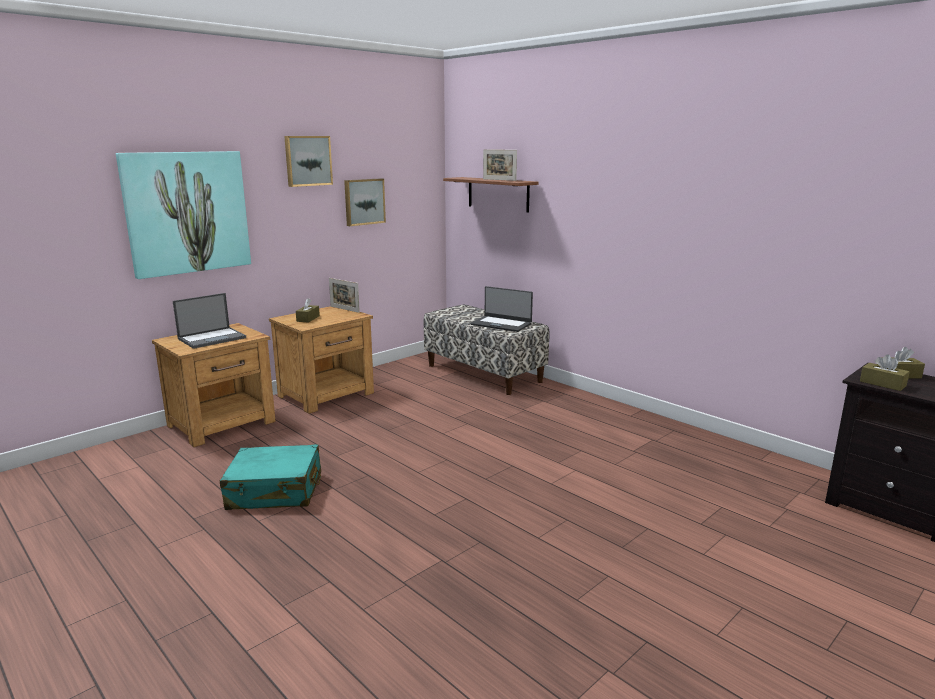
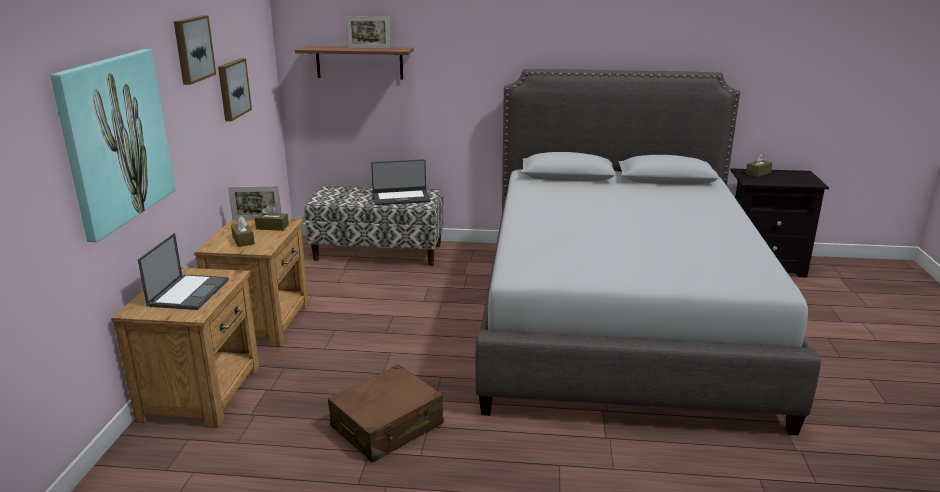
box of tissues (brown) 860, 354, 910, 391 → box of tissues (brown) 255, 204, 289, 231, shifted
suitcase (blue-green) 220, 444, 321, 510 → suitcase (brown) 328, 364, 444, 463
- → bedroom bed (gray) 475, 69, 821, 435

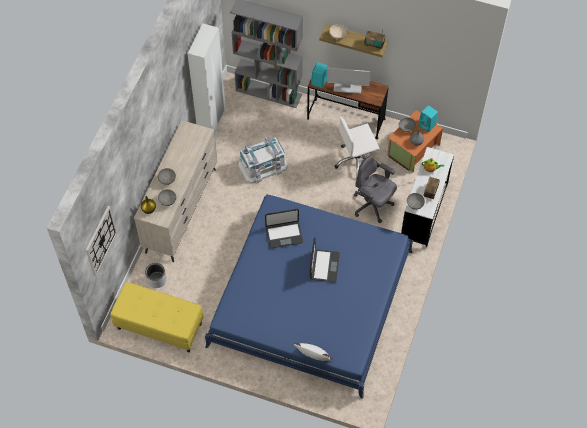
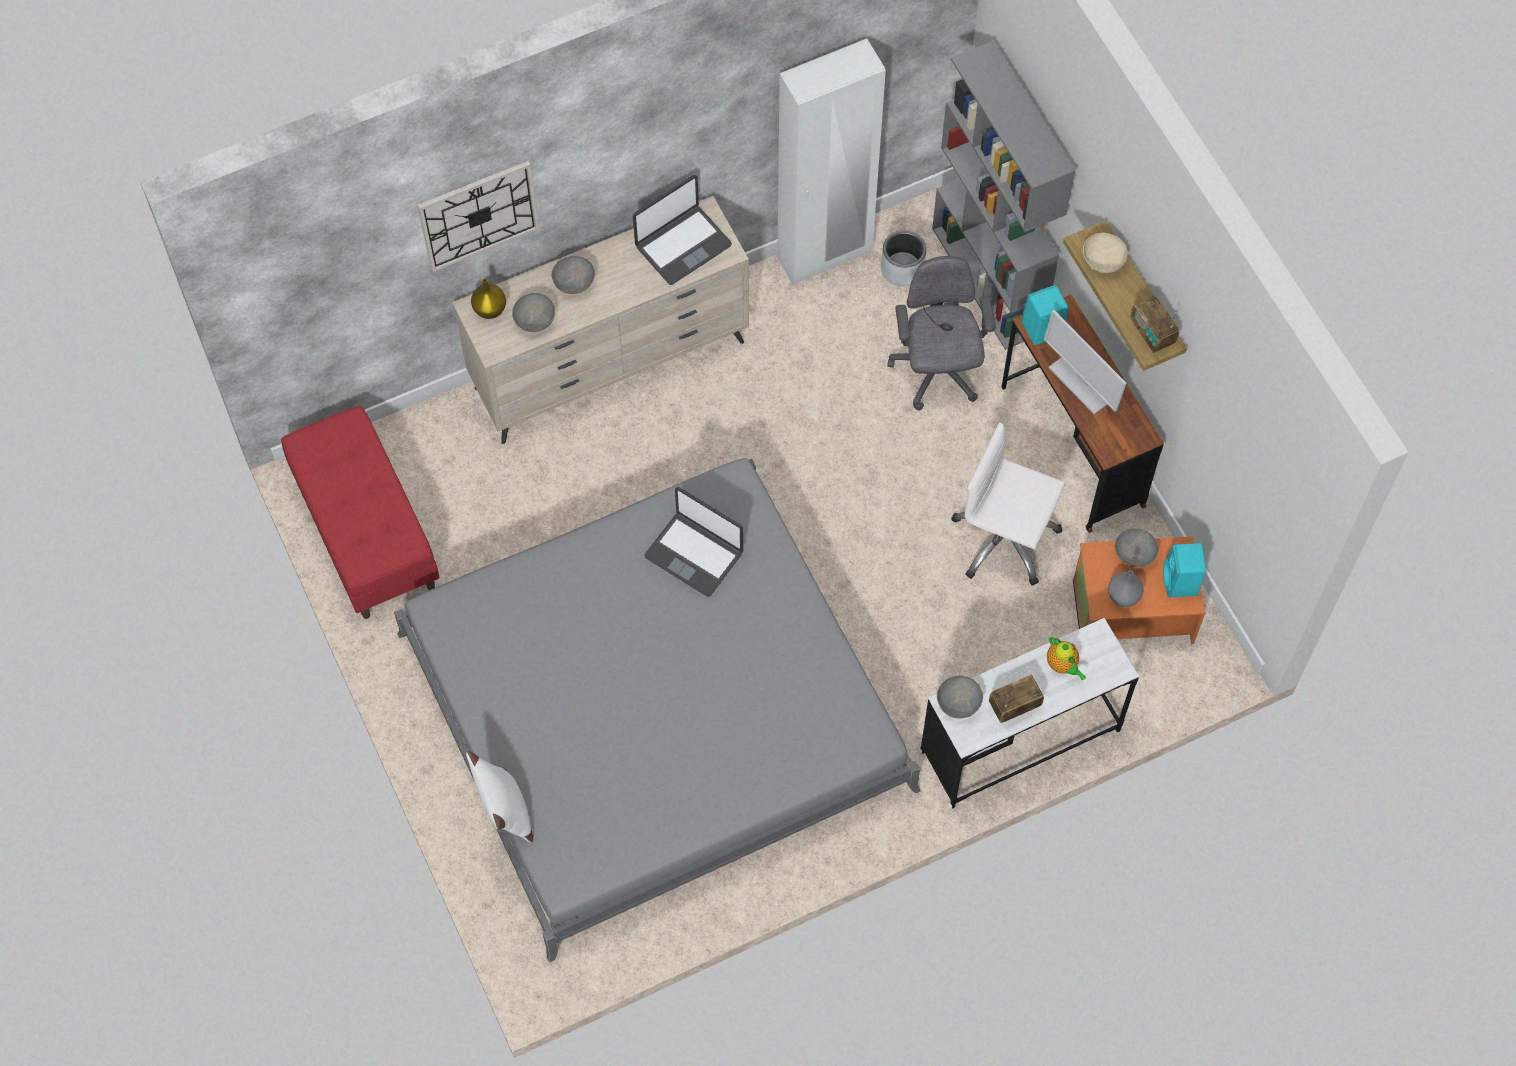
indoor bench (yellow) 110, 282, 204, 353 → indoor bench (reddish) 281, 405, 439, 619
bedroom bed (blue) 205, 195, 413, 399 → bedroom bed (gray) 394, 458, 921, 963
clock on the wall 86, 206, 117, 276 → clock on the wall 417, 161, 539, 272, shifted
laptop 310, 238, 340, 282 → laptop 633, 175, 732, 285, shifted
planter (gray) 145, 263, 167, 288 → planter (gray) 881, 230, 926, 286, shifted
office chair (gray) 354, 155, 397, 223 → office chair (gray) 887, 256, 996, 410, shifted
storage box (white) 238, 137, 288, 184 → -

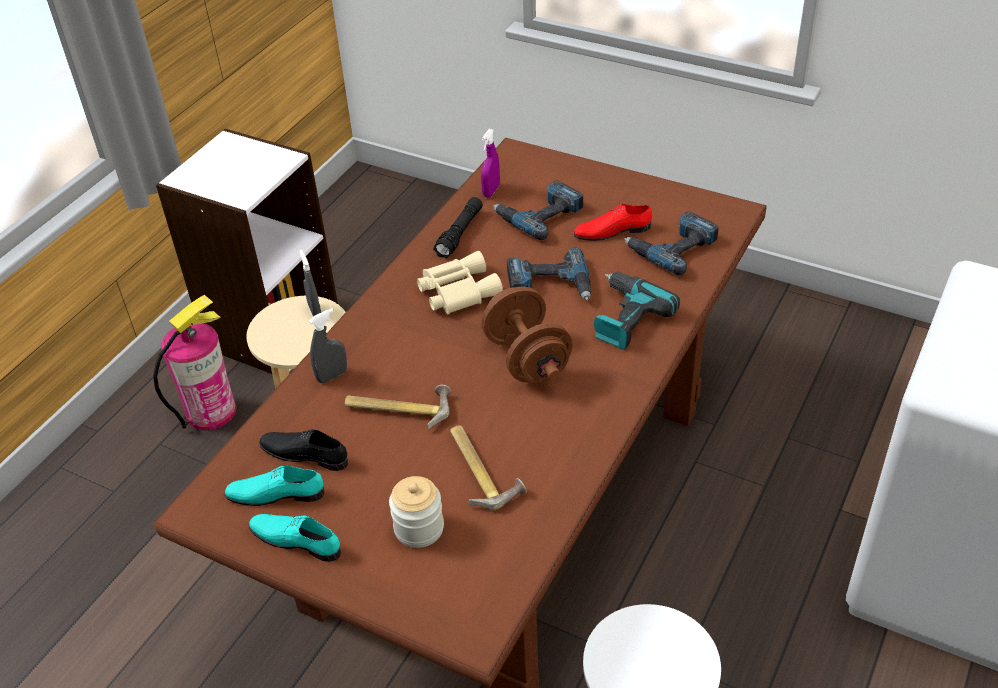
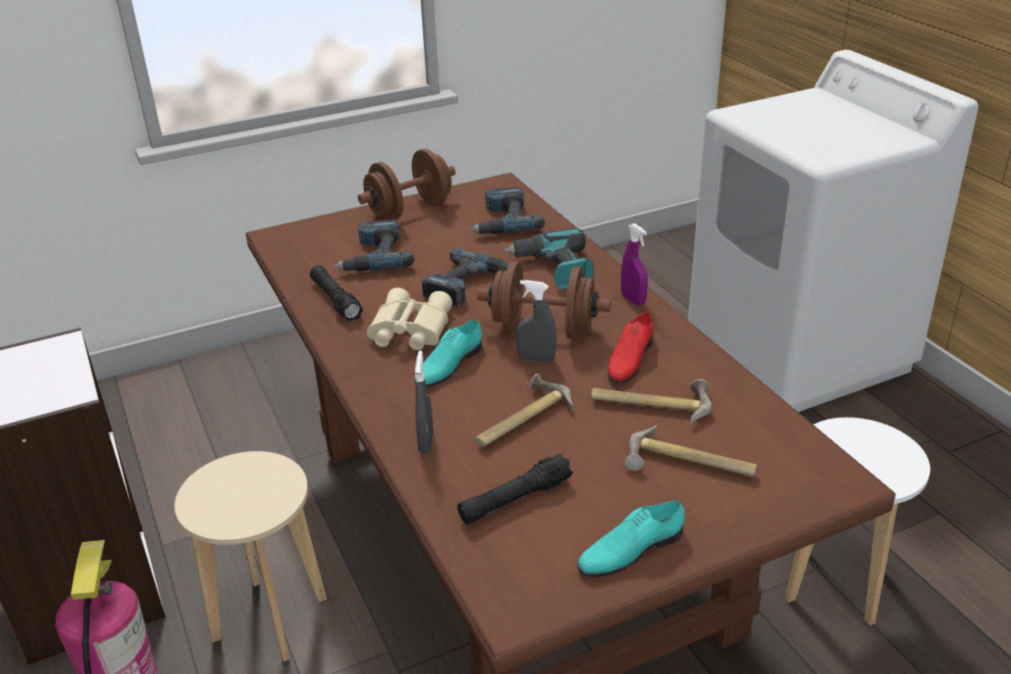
- → hand weight (brown) 358, 149, 456, 220
item of footwear (blue-green) 224, 465, 325, 506 → item of footwear (blue-green) 415, 320, 482, 387, shifted
item of footwear (blackish) 259, 429, 348, 471 → flashlight (blackish) 457, 453, 573, 524
spray bottle (gray) 299, 249, 321, 316 → spray bottle (gray) 516, 280, 556, 363, shifted
item of footwear (reddish) 573, 204, 652, 241 → item of footwear (reddish) 607, 312, 653, 383, shifted
spray bottle (purple-coloured) 481, 129, 500, 197 → spray bottle (purple-coloured) 621, 223, 648, 306, shifted
storage jar 389, 476, 444, 548 → tool hammer 624, 425, 757, 477

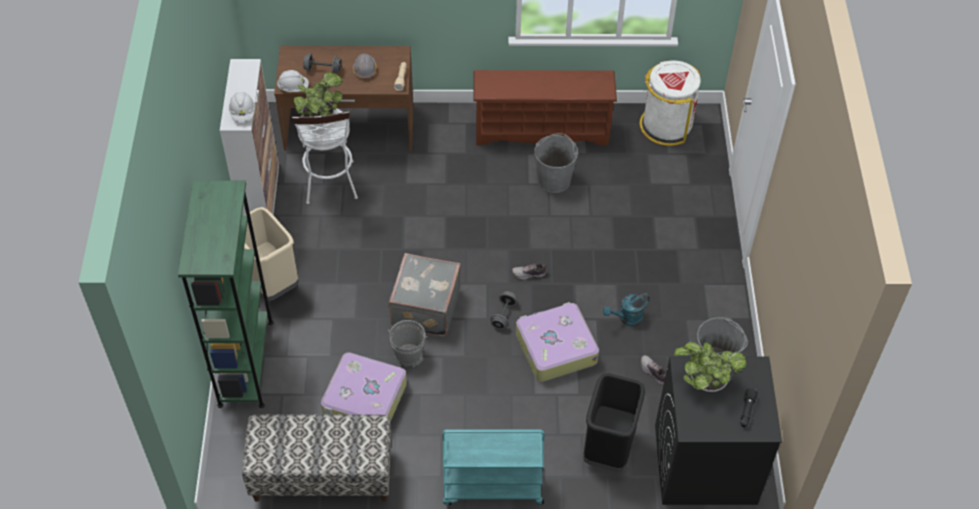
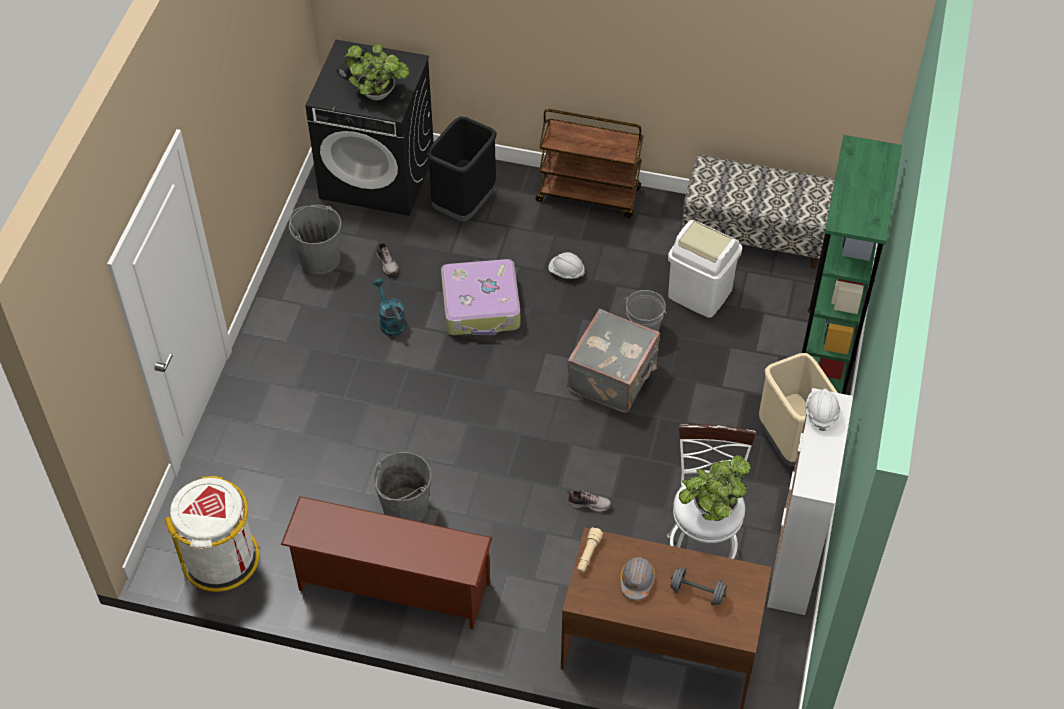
watering pot (blue-green) 603, 293, 650, 326 → watering pot (blue-green) 373, 279, 406, 336, 105 degrees counterclockwise
trolley (blue-green) 443, 430, 544, 505 → trolley (brown) 536, 109, 644, 218
hard hat (white) 277, 70, 309, 92 → hard hat (white) 548, 252, 585, 279, shifted
item of footwear 512, 263, 547, 280 → item of footwear 567, 490, 611, 512, shifted
suitcase 321, 352, 407, 422 → rubbish bin (white) 668, 220, 742, 318
hand weight (gray) 490, 291, 517, 330 → -

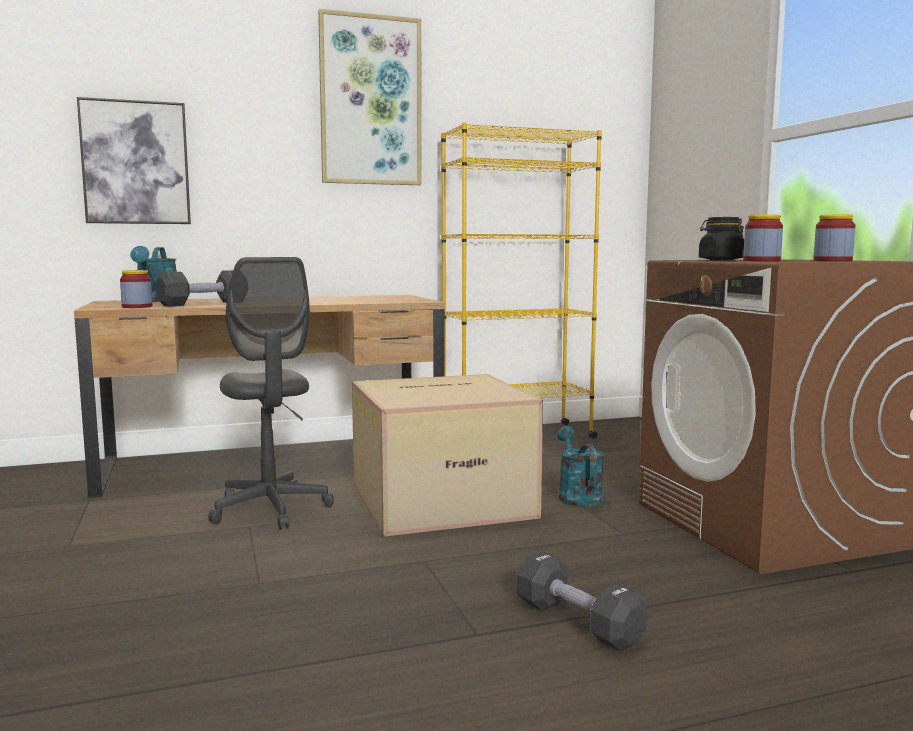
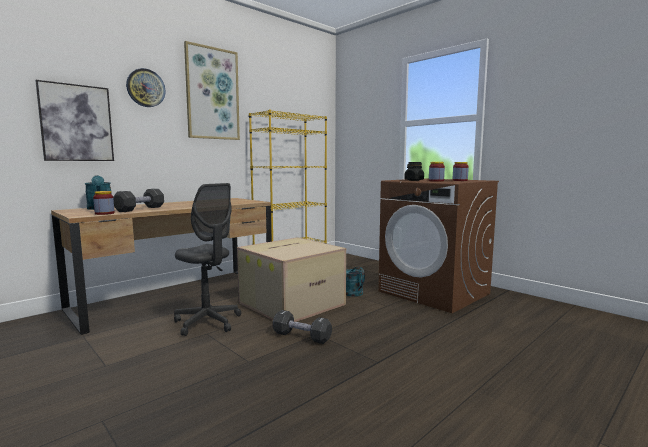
- → clock on the wall 126, 68, 166, 107
hand weight (blackish) 516, 551, 647, 651 → hand weight (blackish) 273, 310, 332, 344, shifted

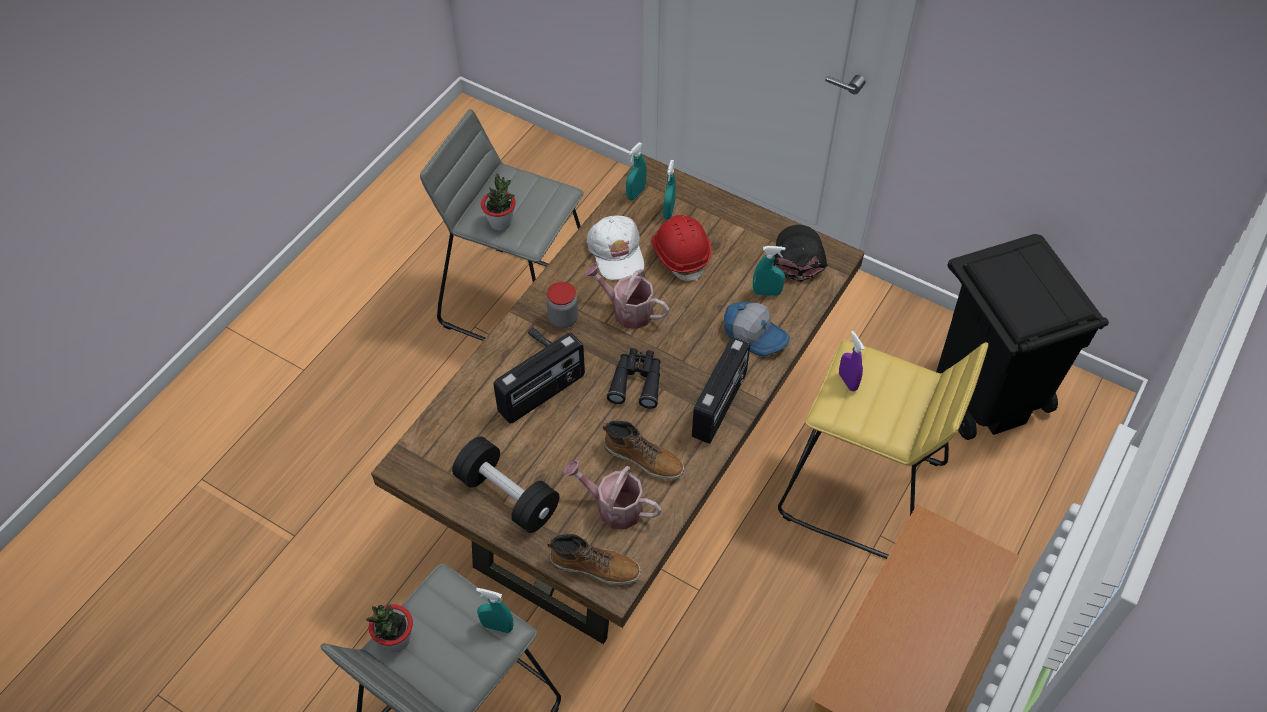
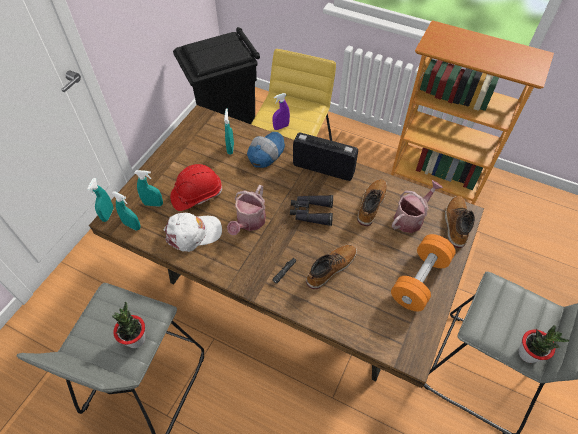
spray bottle (blue-green) 476, 588, 514, 633 → spray bottle (blue-green) 87, 178, 114, 222, shifted
radio 493, 333, 585, 424 → tall boot 306, 244, 357, 289
hand weight (blackish) 452, 436, 559, 533 → hand weight (orangey) 391, 234, 456, 311
watering pot 563, 460, 662, 530 → watering pot 392, 180, 443, 233, 150 degrees counterclockwise
storage jar 547, 282, 578, 328 → -
peaked cap (blackish) 773, 224, 828, 283 → -

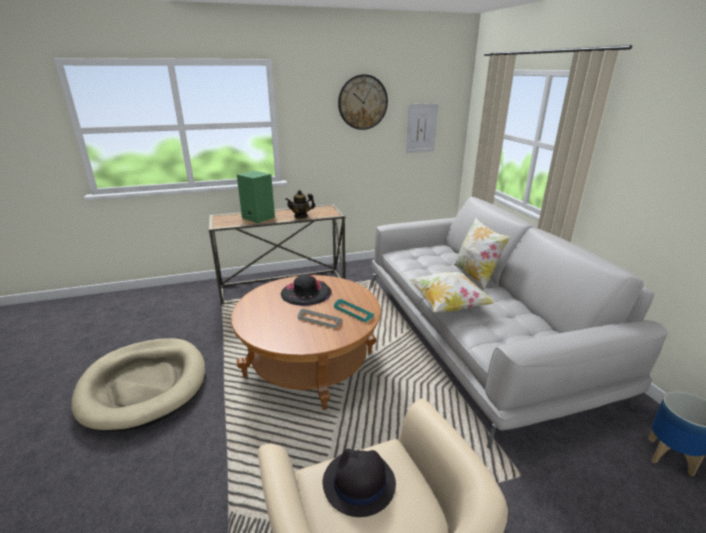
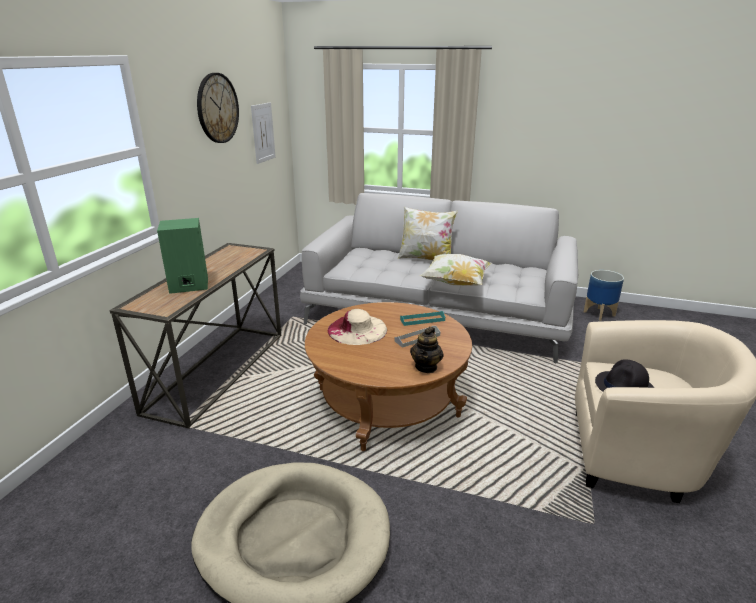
wearable hat (blackish) 281, 274, 332, 306 → wearable hat (beige-coloured) 328, 309, 387, 345
teapot 285, 190, 315, 219 → teapot 410, 327, 444, 373, shifted

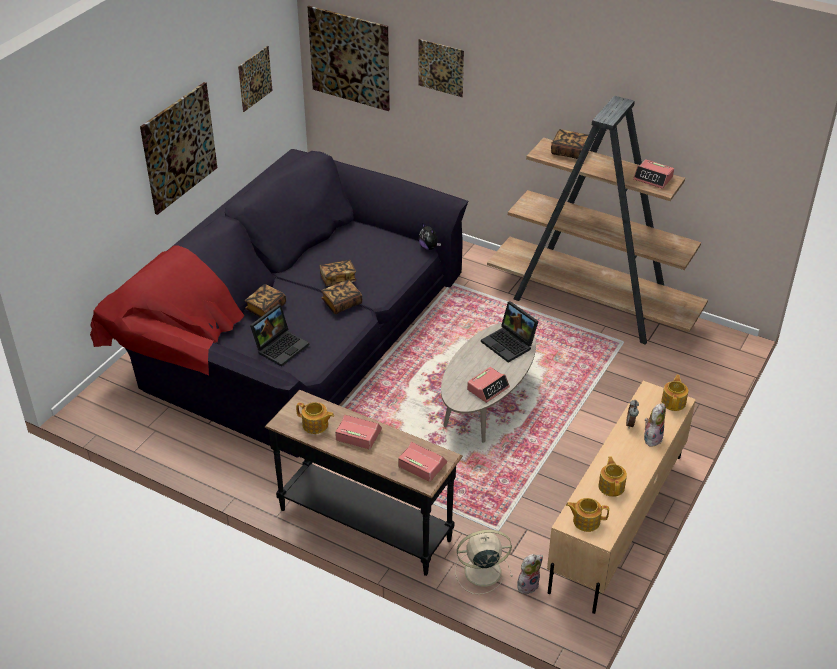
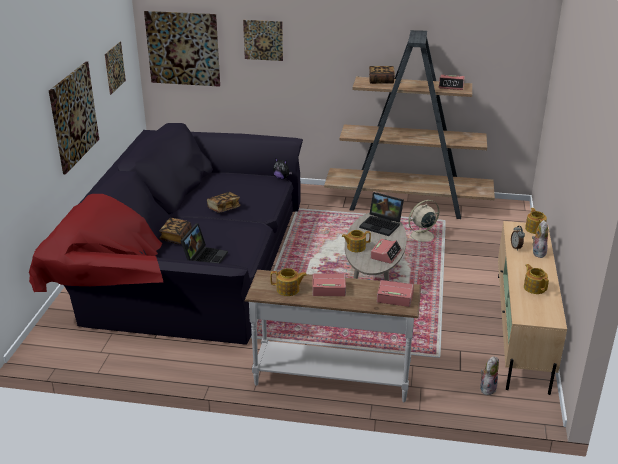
hall table (blackish) 265, 390, 463, 576 → hall table (white) 245, 270, 421, 402
teapot 566, 498, 609, 532 → teapot 342, 230, 371, 252, shifted
cooling fan (beige-coloured) 455, 530, 513, 595 → cooling fan (beige-coloured) 408, 200, 442, 244, shifted
book 321, 280, 362, 314 → -

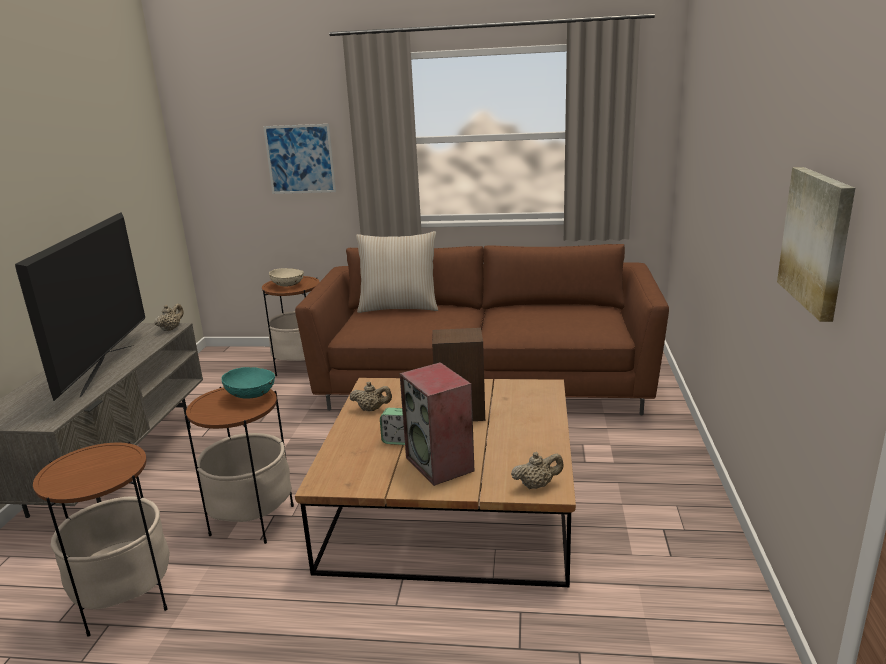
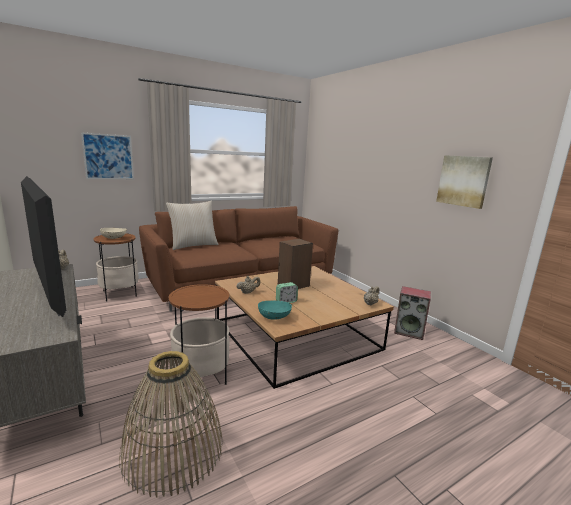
side table 33, 442, 170, 637 → basket 119, 351, 223, 498
serving bowl (blue-green) 221, 367, 275, 399 → serving bowl (blue-green) 258, 300, 292, 320, shifted
audio speaker 400, 362, 474, 486 → audio speaker 394, 286, 431, 340, shifted

